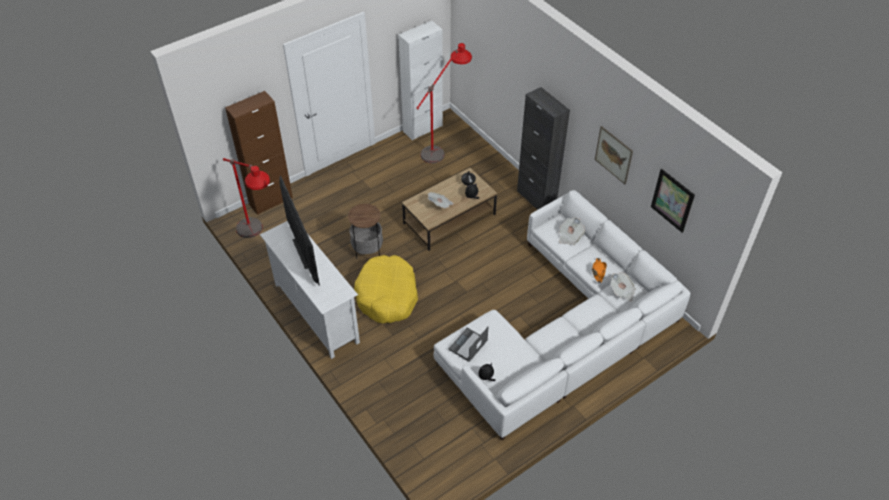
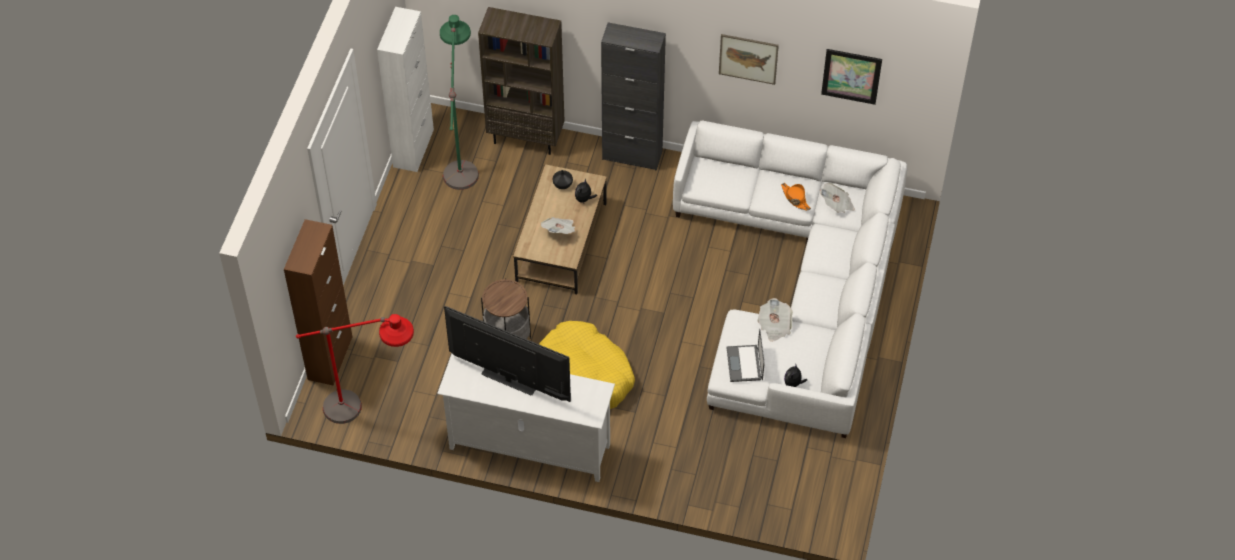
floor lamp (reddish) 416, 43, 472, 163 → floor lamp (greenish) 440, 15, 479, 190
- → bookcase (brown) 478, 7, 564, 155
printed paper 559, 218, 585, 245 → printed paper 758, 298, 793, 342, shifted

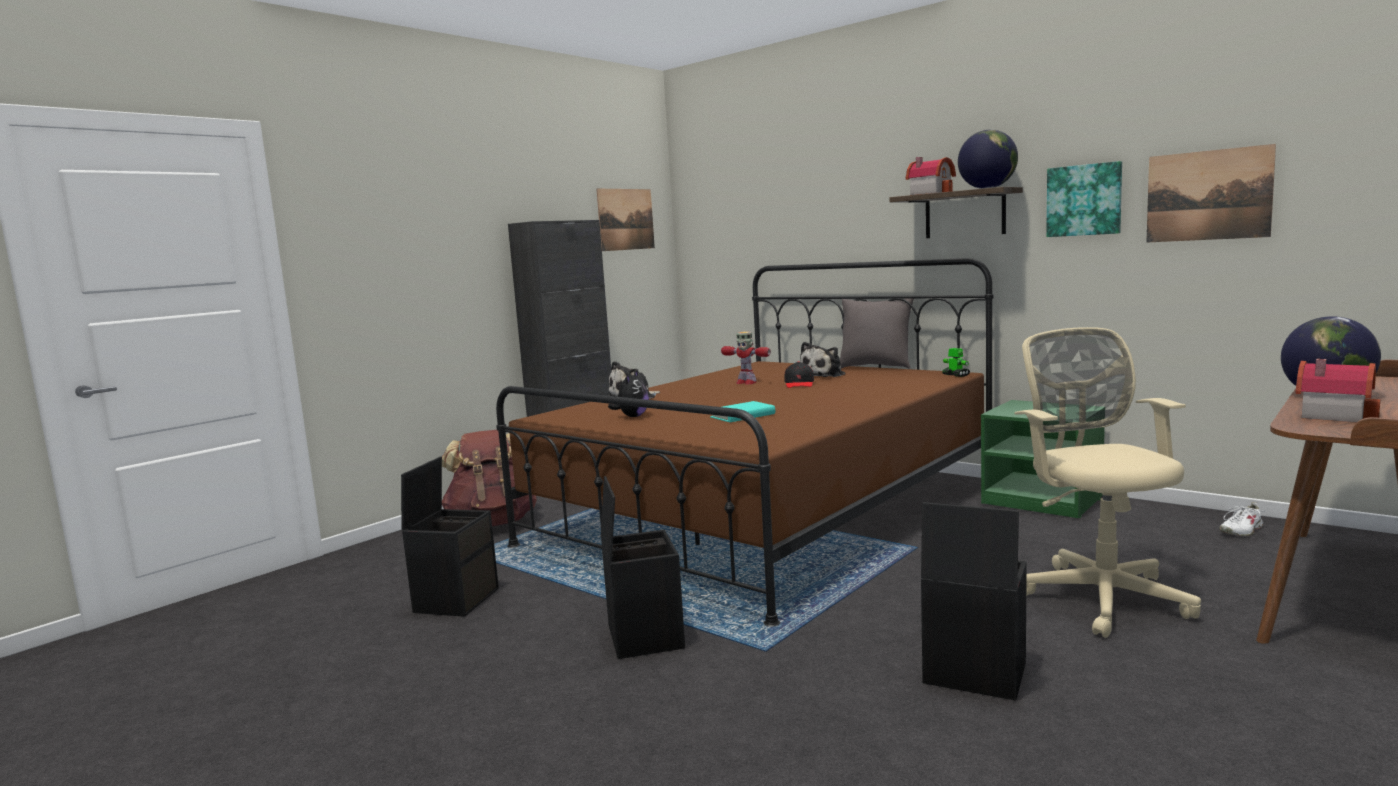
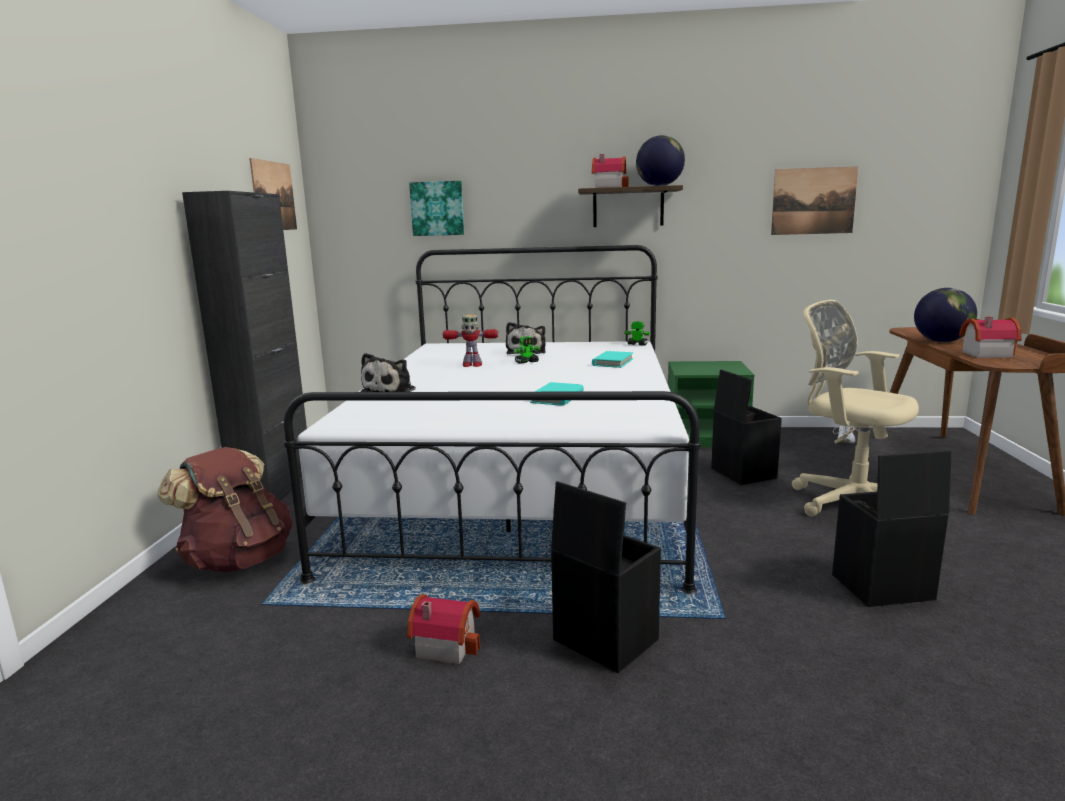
bedroom bed (brown) 496, 258, 994, 627 → bedroom bed (white) 284, 245, 701, 594
- → toy house 407, 594, 480, 665
wall picture 1046, 161, 1122, 237 → wall picture 409, 181, 464, 236, shifted
peaked cap (blackish) 784, 362, 814, 388 → toy robot 513, 336, 541, 364
- → book (blue-green) 592, 351, 633, 368
storage box (blackish) 401, 456, 499, 617 → storage box (blackish) 711, 369, 782, 485, shifted
cuddly toy 608, 370, 649, 417 → -
cushion (gray) 840, 298, 914, 369 → -

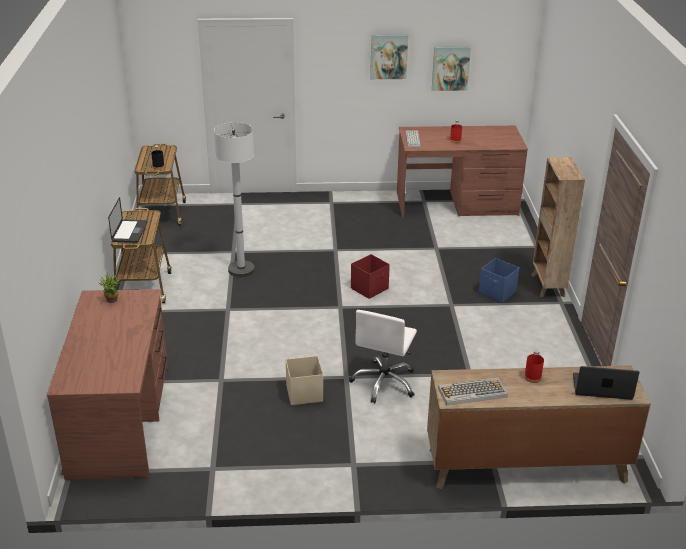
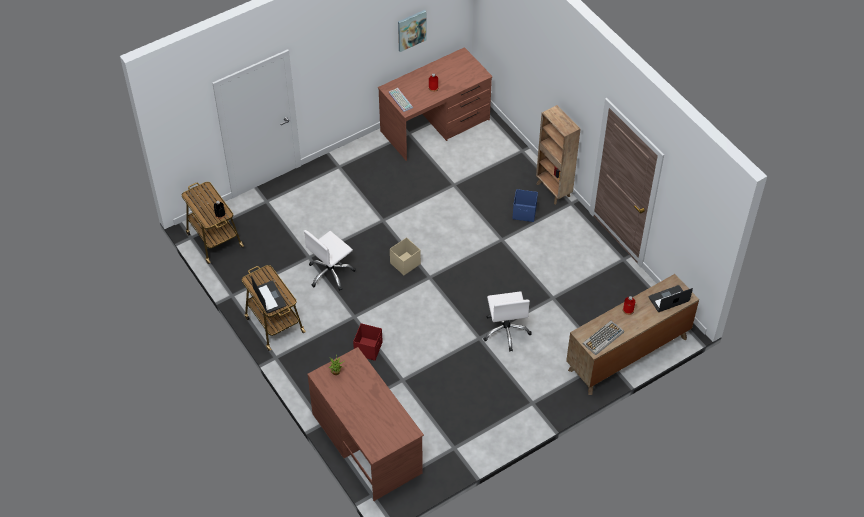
floor lamp (white) 214, 122, 255, 277 → office chair (white) 304, 230, 356, 291
storage box (reddish) 351, 254, 390, 299 → storage box (reddish) 353, 323, 383, 361, shifted
storage box (beige-coloured) 286, 356, 323, 405 → storage box (beige-coloured) 390, 237, 421, 275, shifted
wall picture 370, 34, 408, 79 → -

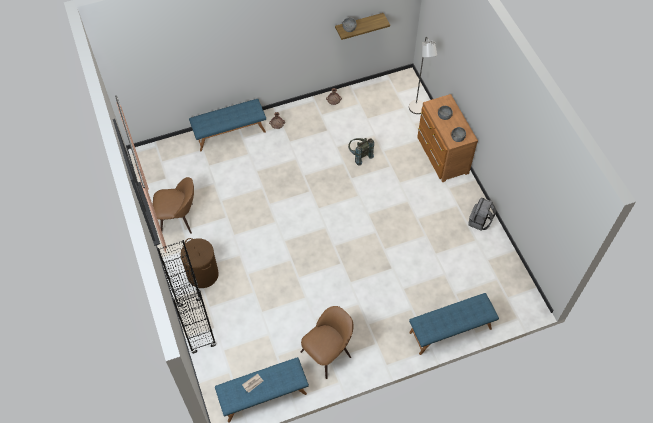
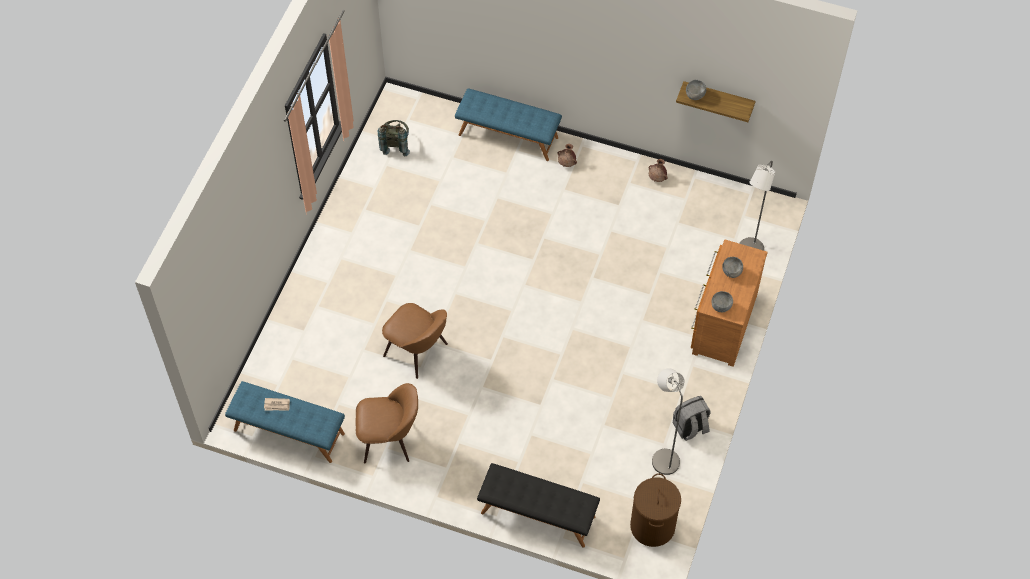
rucksack (gray) 348, 138, 374, 166 → rucksack (gray) 377, 120, 410, 156, shifted
plain chair (brown) 153, 177, 194, 234 → plain chair (brown) 382, 303, 448, 379, shifted
indoor bench (blue) 409, 293, 499, 355 → indoor bench (blackish) 477, 463, 600, 548
laundry basket (brown) 181, 238, 219, 288 → laundry basket (brown) 630, 473, 681, 547, shifted
- → floor lamp (gray) 652, 368, 685, 475
bookcase (blackish) 157, 240, 216, 354 → -

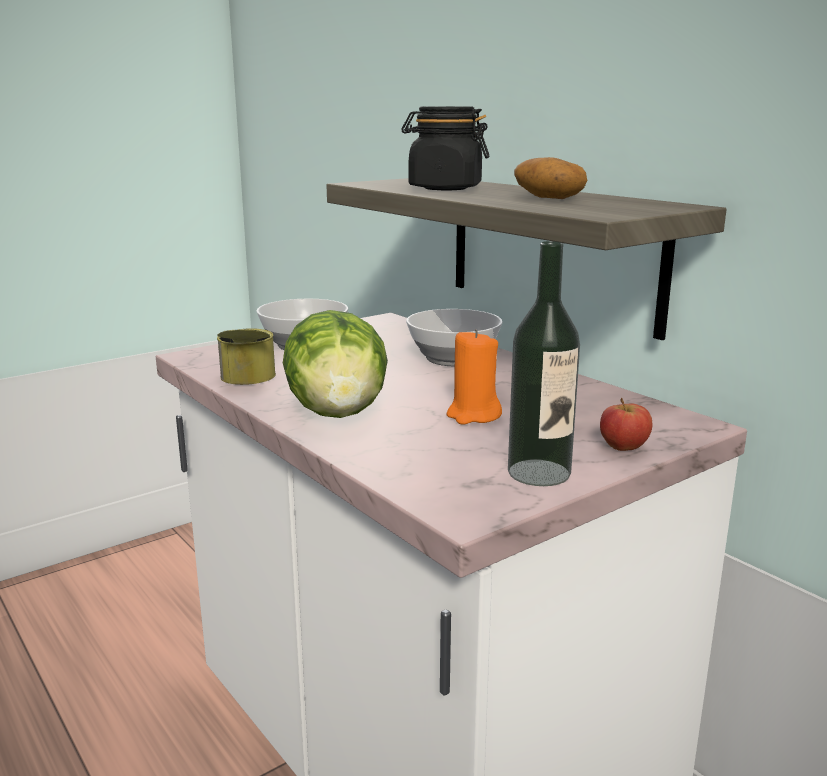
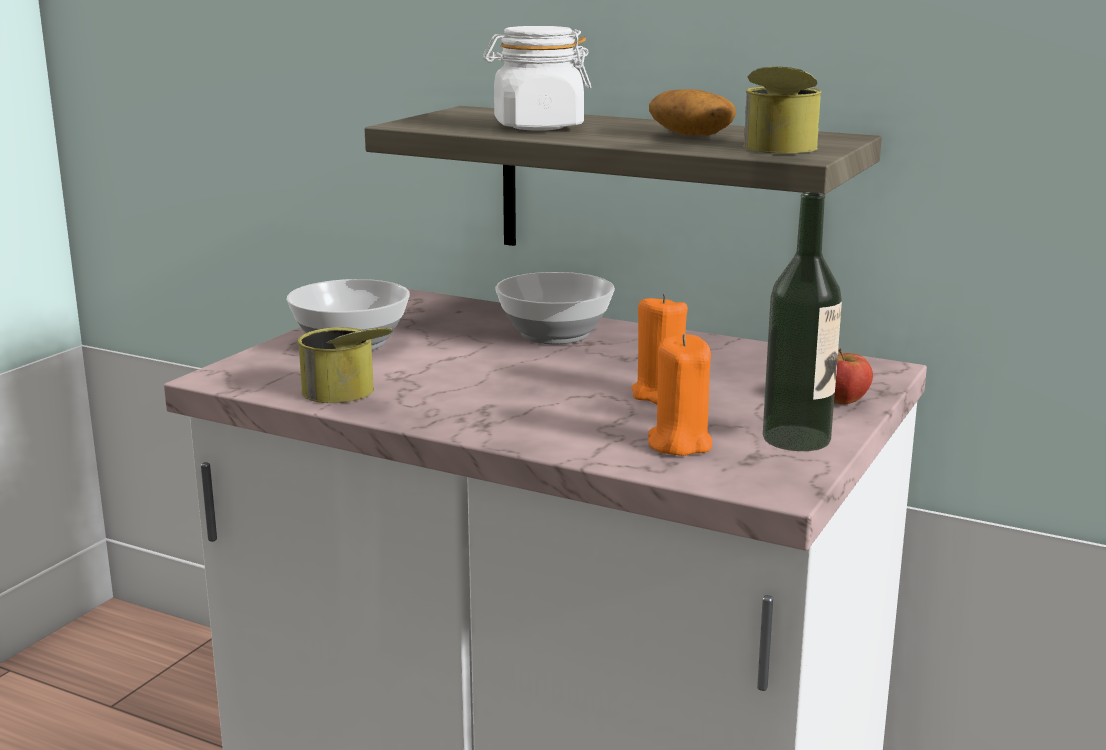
storage jar (blackish) 401, 106, 490, 190 → storage jar (white) 483, 26, 591, 130
- → candle (orangey) 648, 334, 712, 456
- → metal can 743, 67, 822, 153
head of lettuce 283, 310, 388, 418 → -

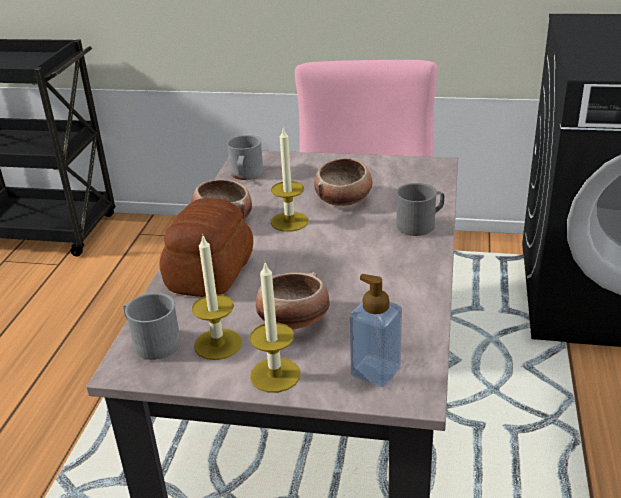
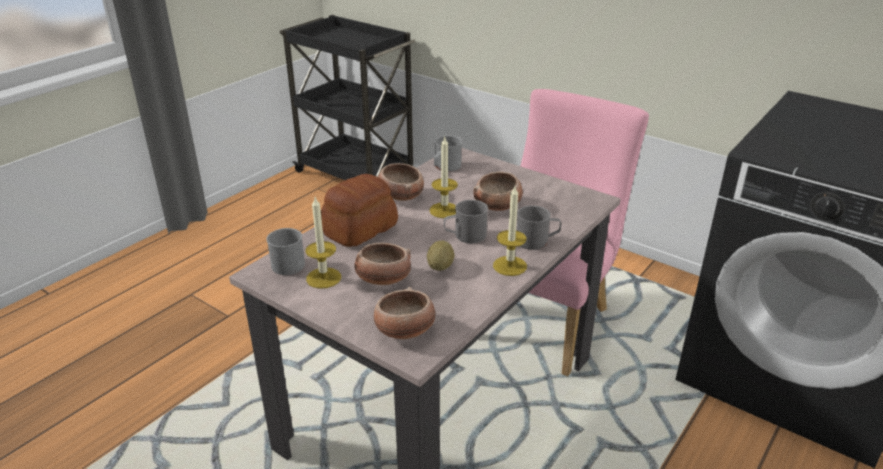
soap bottle 350, 274, 402, 387 → serving bowl 374, 287, 435, 339
- → whole potato 427, 240, 454, 271
- → tea mug (gray) 444, 200, 488, 243
candle 250, 263, 301, 393 → candle 493, 186, 527, 276, shifted

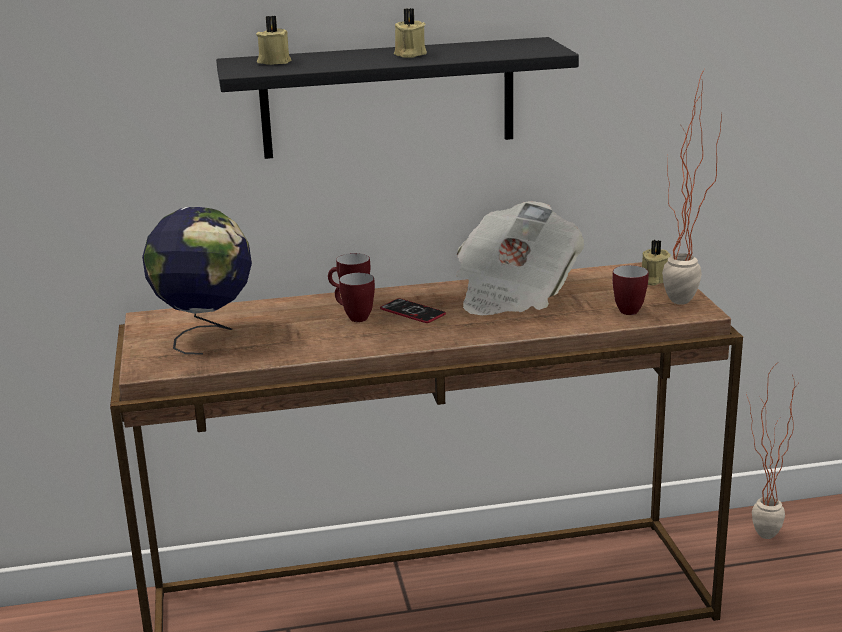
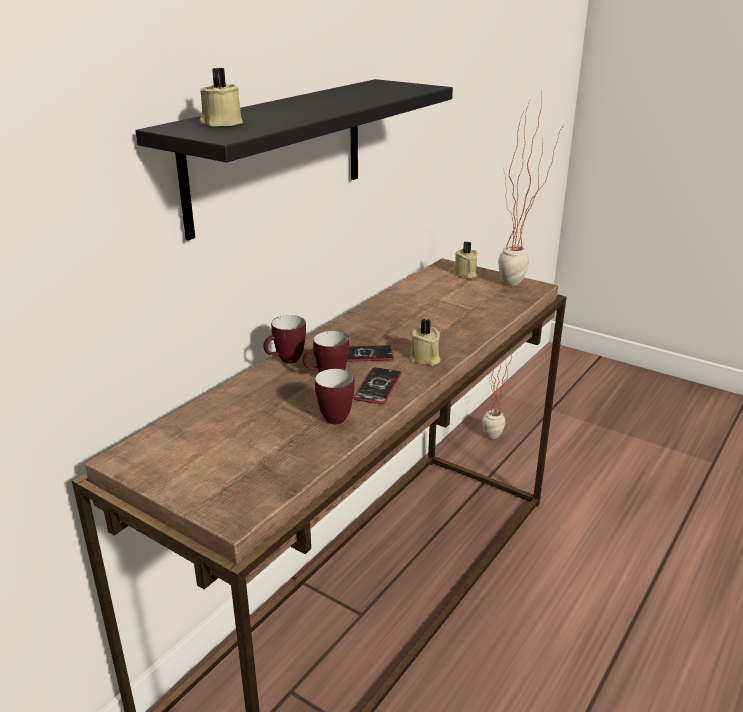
tea mug 612, 265, 649, 315 → tea mug 315, 369, 354, 424, shifted
- → phone 354, 367, 402, 404
candle (beige-coloured) 394, 8, 427, 58 → candle (beige-coloured) 410, 319, 441, 365, shifted
desk globe 142, 207, 252, 355 → -
printed paper 456, 201, 584, 315 → -

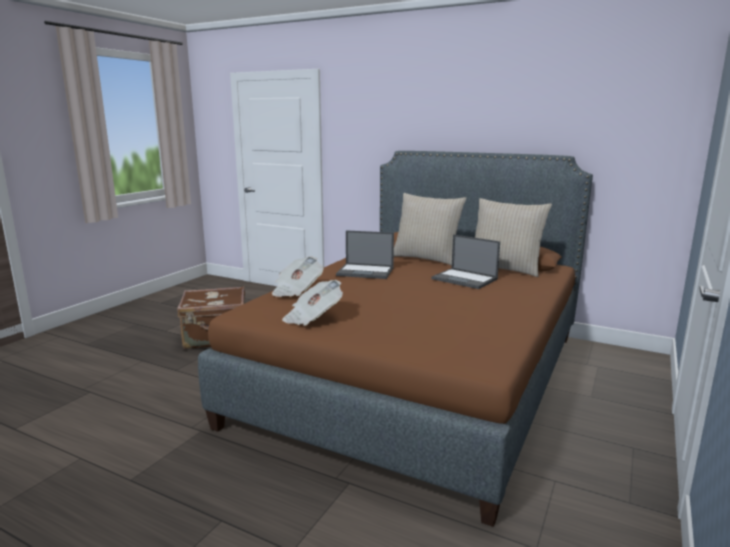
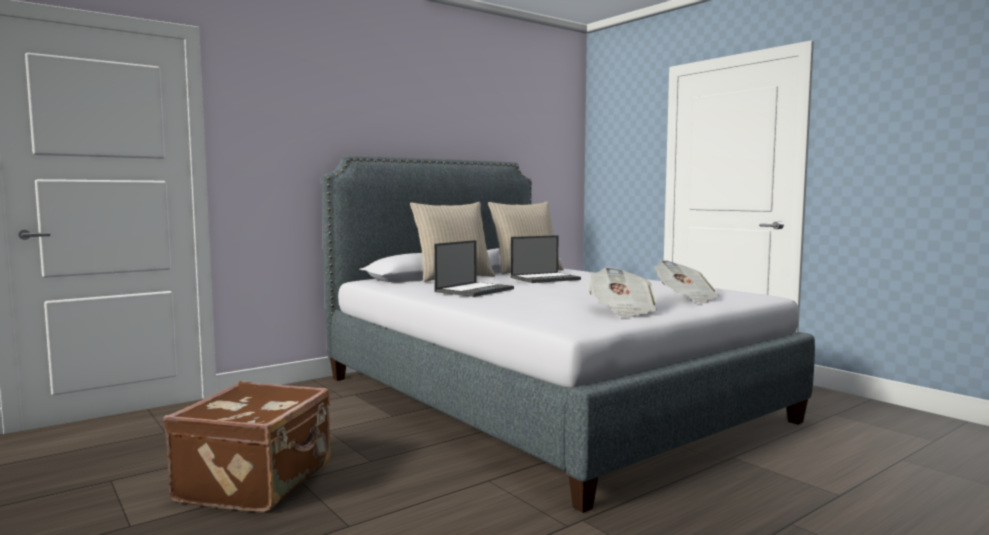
bedroom bed (brown) 198, 151, 593, 527 → bedroom bed (gray) 321, 156, 815, 513
printed paper 272, 256, 323, 297 → printed paper 654, 260, 719, 304, shifted

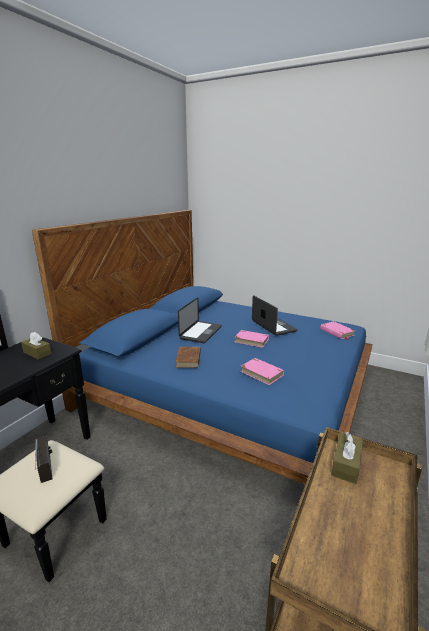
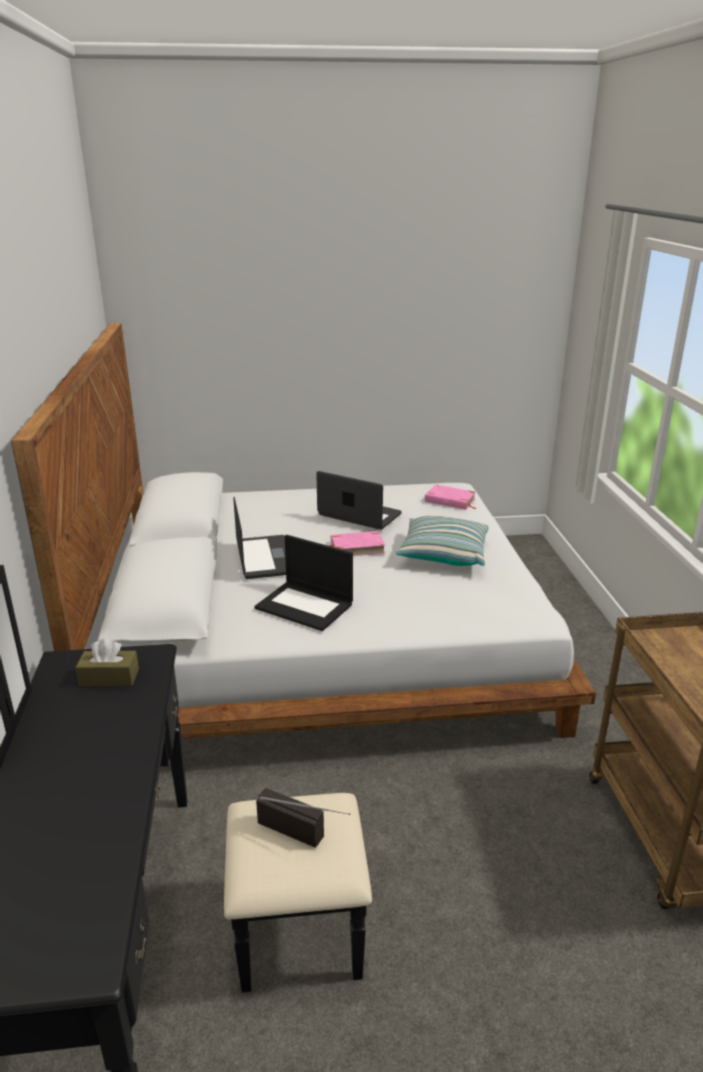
bedroom bed (blue) 32, 210, 373, 484 → bedroom bed (white) 11, 323, 596, 739
book (brown) 175, 347, 201, 368 → laptop 254, 535, 353, 631
- → cushion 396, 516, 489, 566
book (pink) 240, 358, 284, 385 → -
box of tissues (brown) 331, 432, 364, 484 → -

